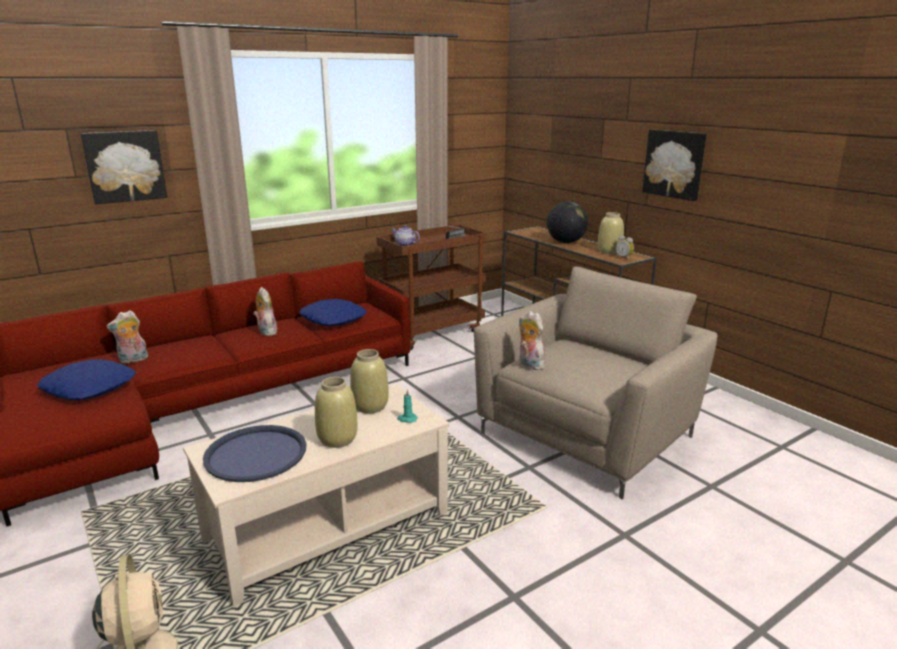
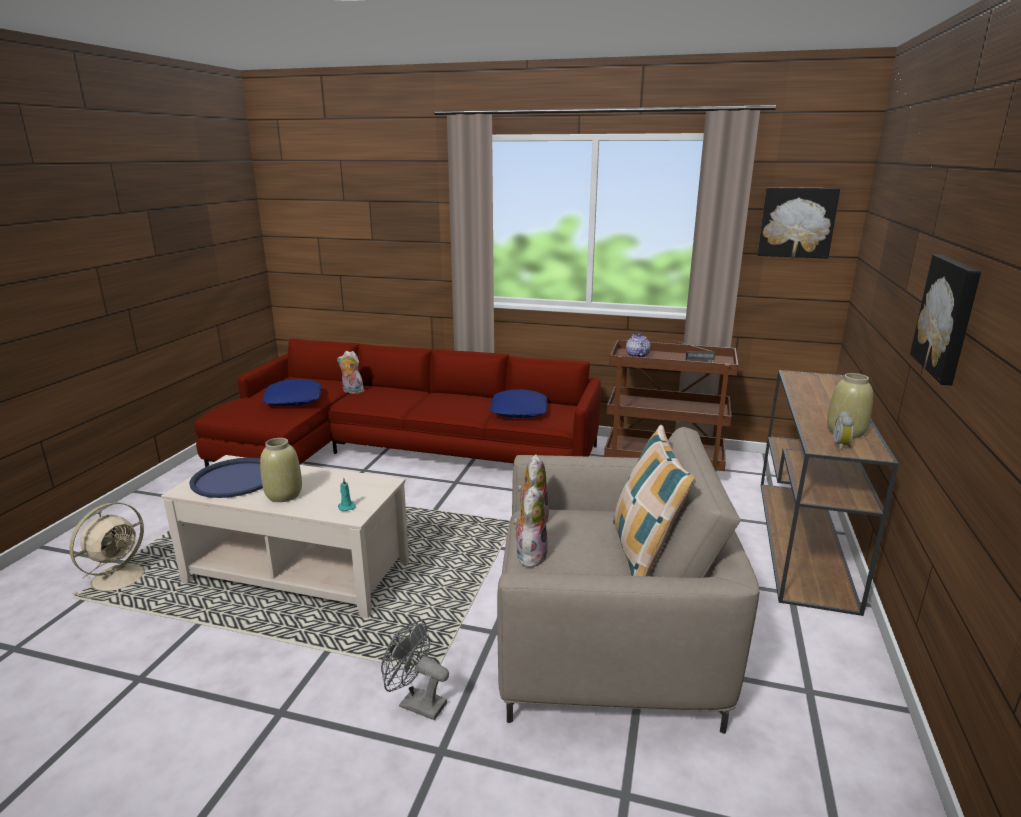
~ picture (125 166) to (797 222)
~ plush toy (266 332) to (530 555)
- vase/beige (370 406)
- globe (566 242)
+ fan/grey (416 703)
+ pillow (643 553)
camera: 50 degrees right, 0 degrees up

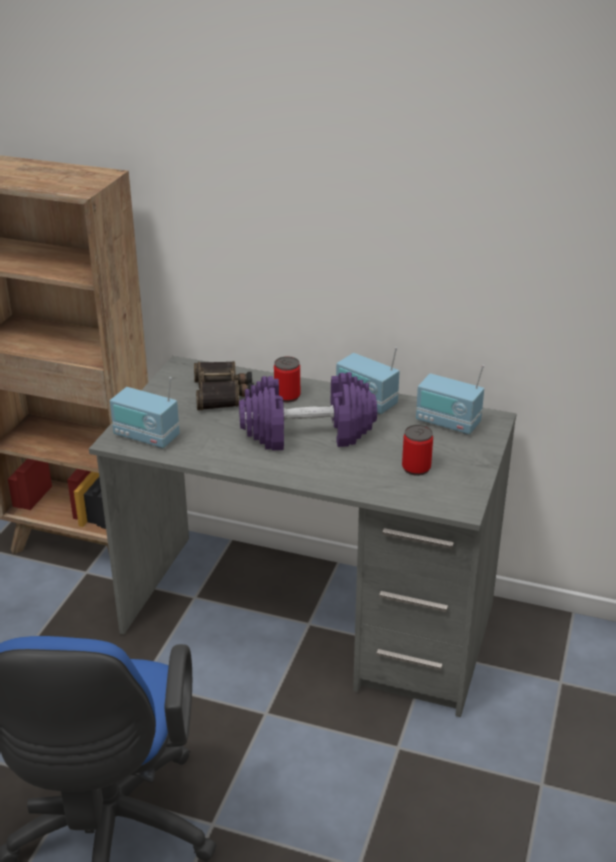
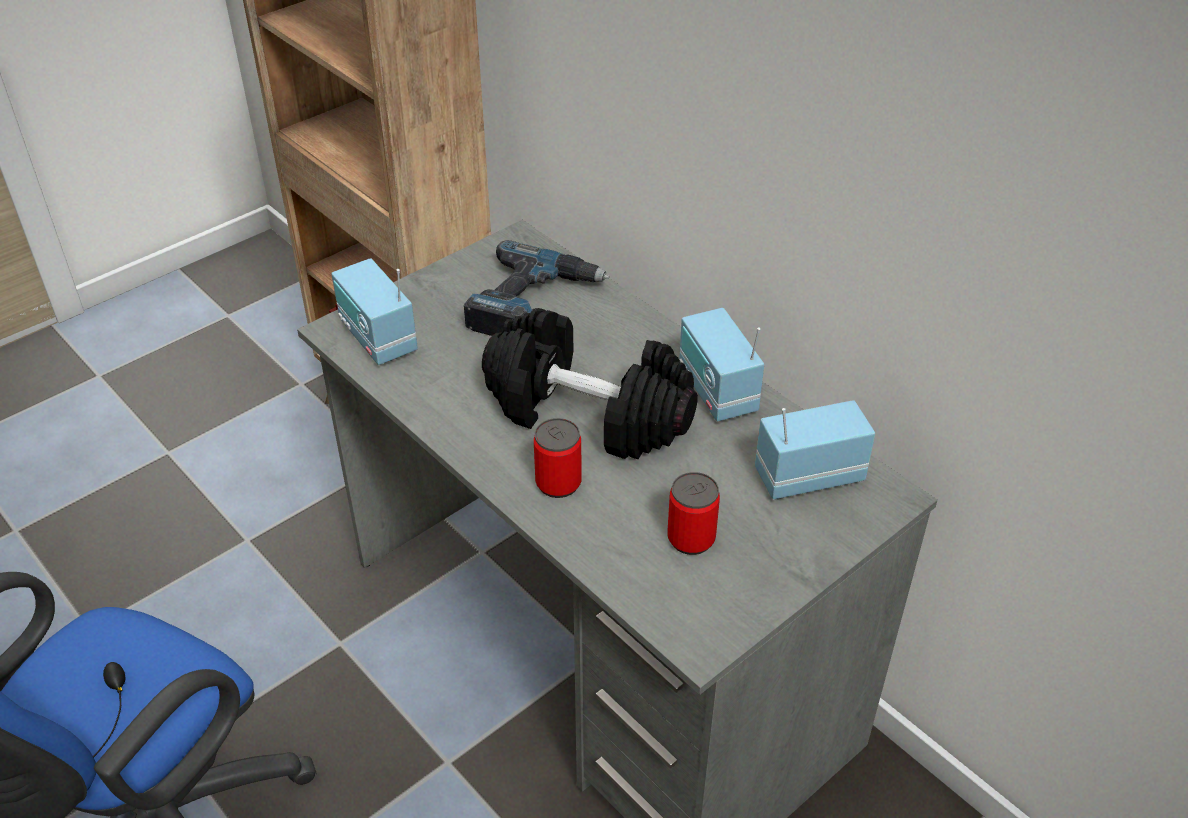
~ binoculars (222 393) to power drill (533 303)
~ dumbbell/purple (307 434) to dumbbell/black (587 414)
~ can (287 396) to (558 483)
~ radio (447 423) = (808 476) 105 degrees clockwise
camera: 30 degrees right, 10 degrees up

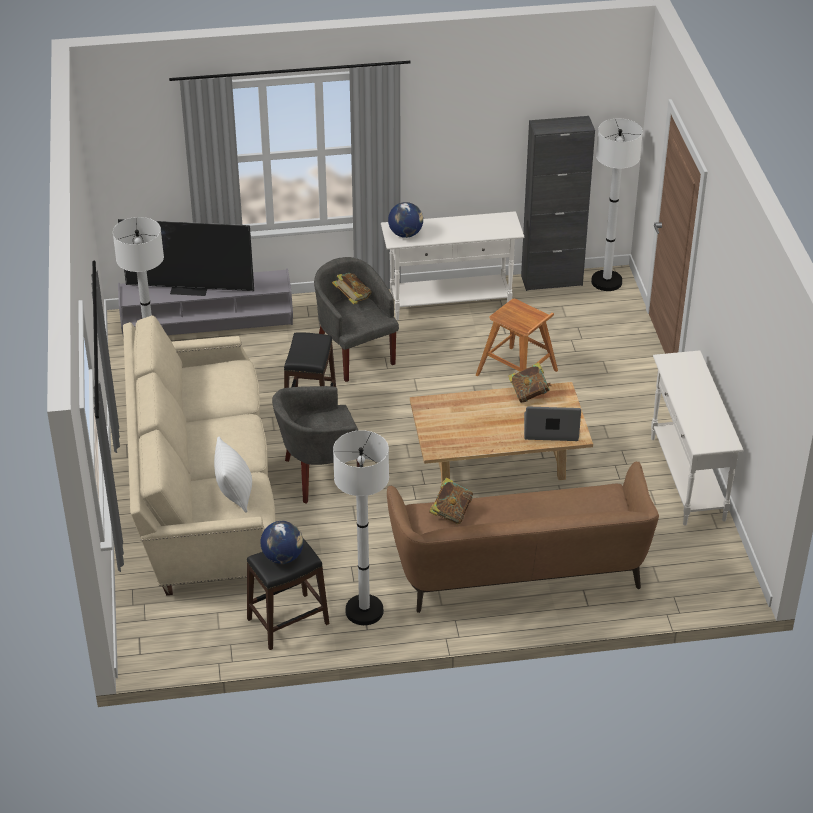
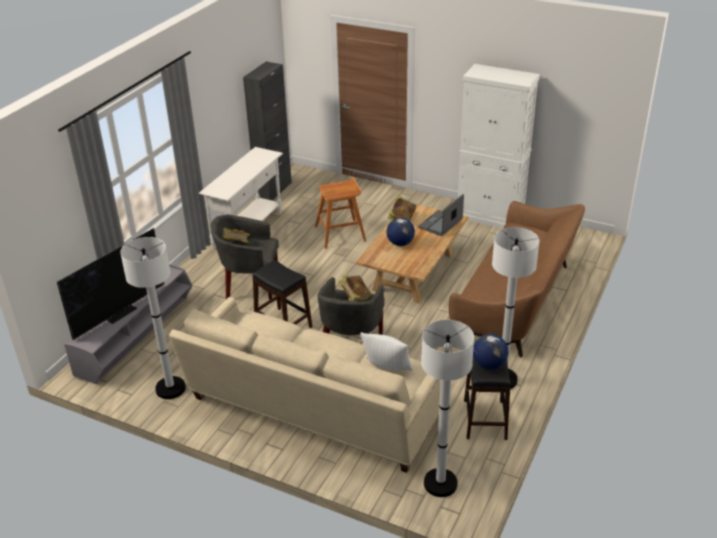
~ globe (405 234) to (400 243)
~ book (451 512) to (355 298)
~ floor lamp/white (606 282) to (440 483)
~ console table/white (687 479) to cabinet/white (490 217)
camera: 55 degrees left, 5 degrees down

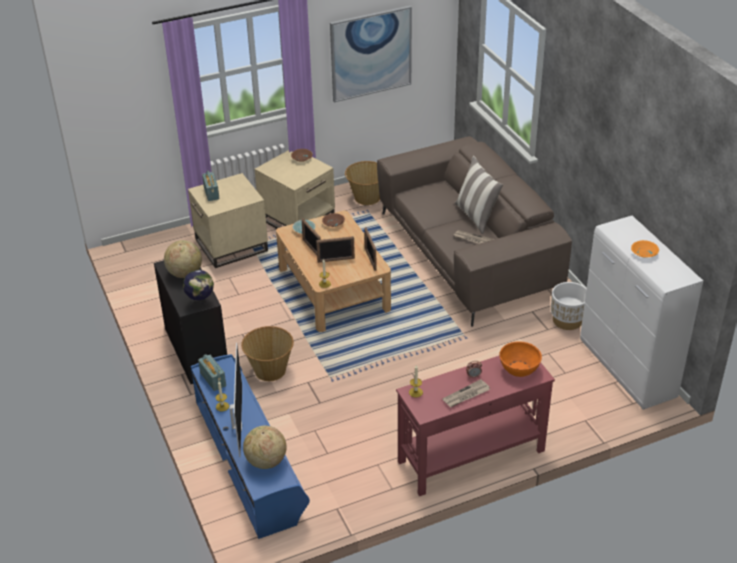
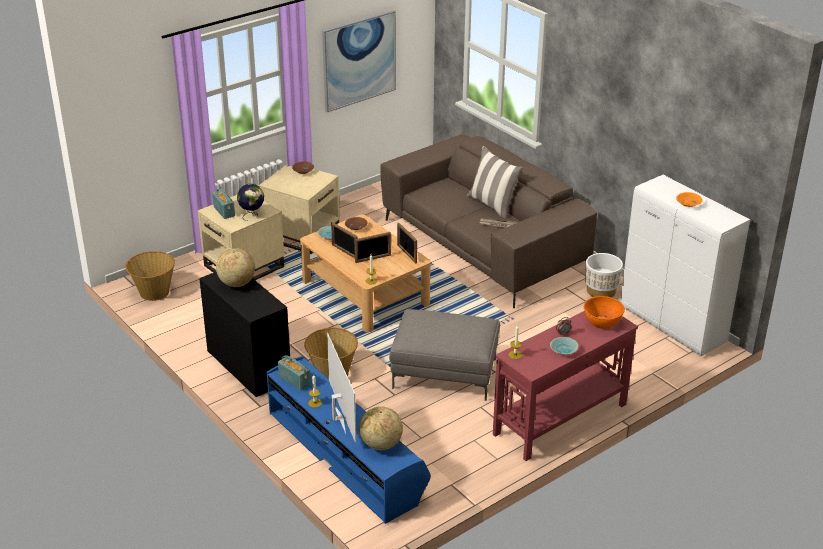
~ globe (201 303) to (252 215)
~ basket (366 197) to (153 292)
~ newspaper (466 395) to bowl/turquoise (563 351)
+ ottoman/grey (443 374)
camera: 15 degrees left, 5 degrees down

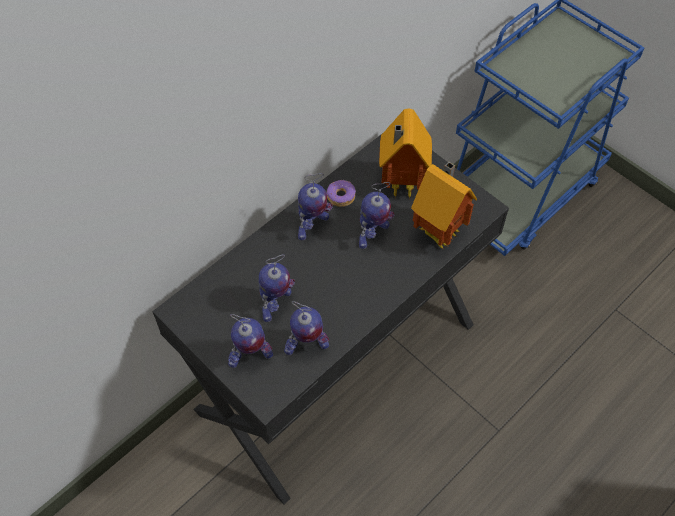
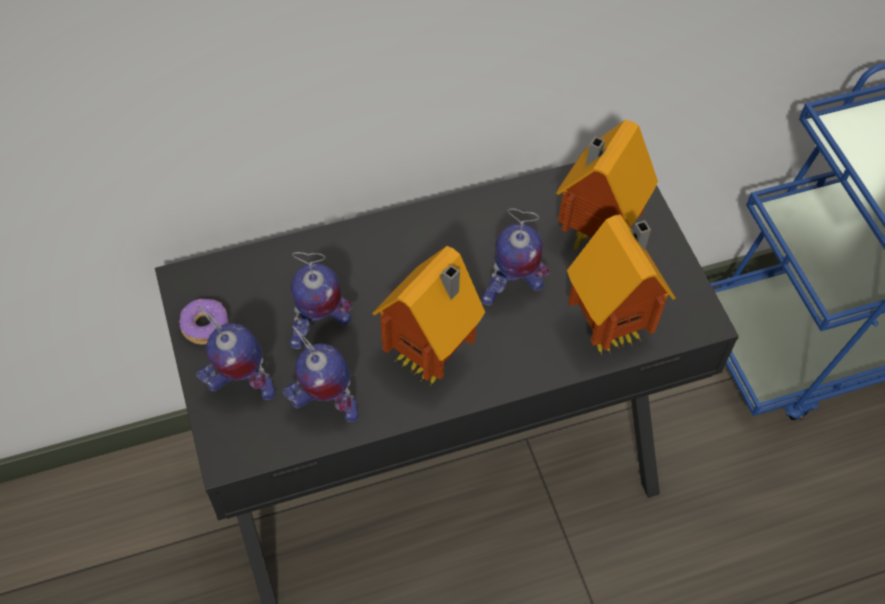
- toy robot (312 226)
~ donut (340 196) to (205 326)
+ toy house (432 359)
camera: 25 degrees right, 0 degrees up

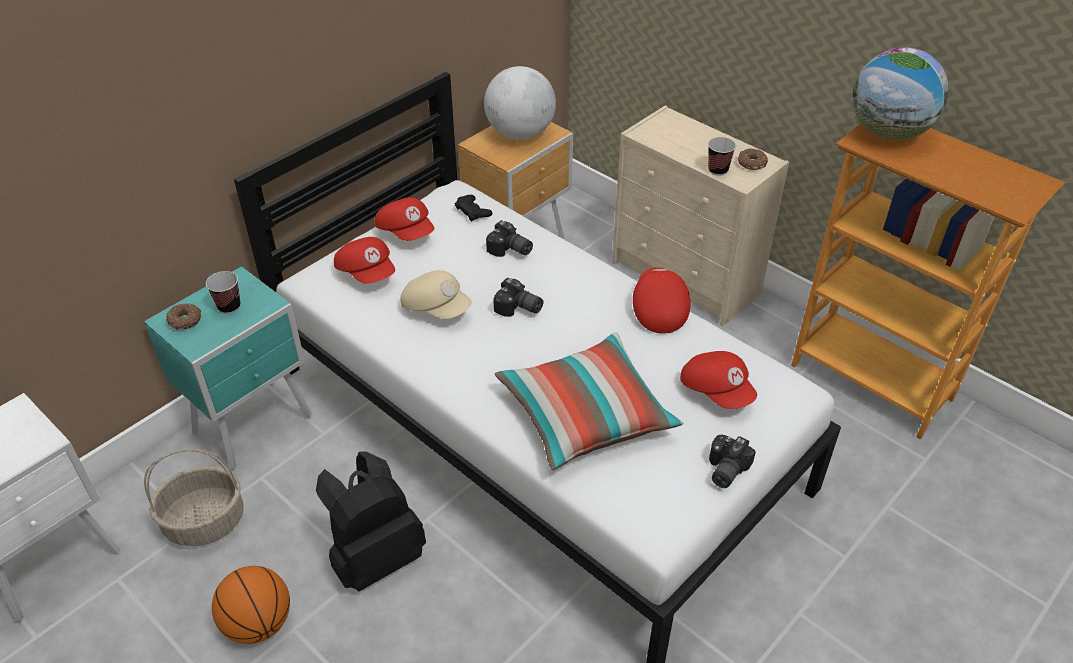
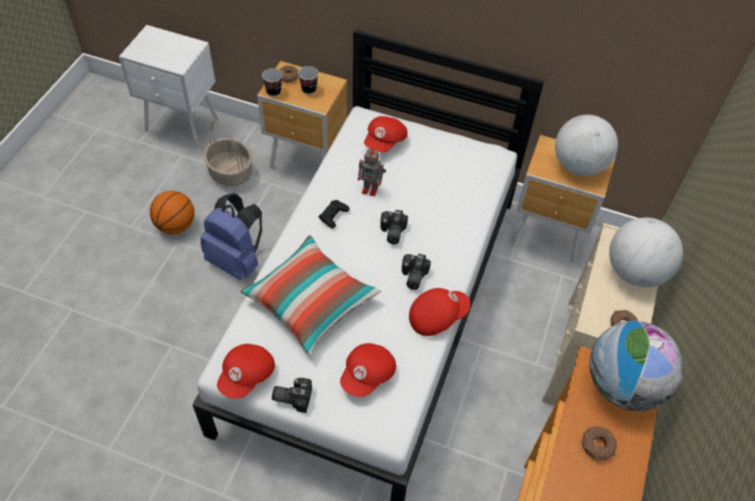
~ nightstand/turquoise (256 424) to nightstand/brown (307 163)
~ backpack/black (375 557) to backpack/blue (237 260)
~ cap/red (407 232) to (247 376)
~ cap/beige (436 308) to toy robot (371 189)
~ game controller/black (473 211) to (333 215)
~ photo camera (510 250) to (412 276)
~ cup (718 170) to (273 91)
+ donut (597 446)
+ globe (635 272)
camera: 65 degrees right, 10 degrees up

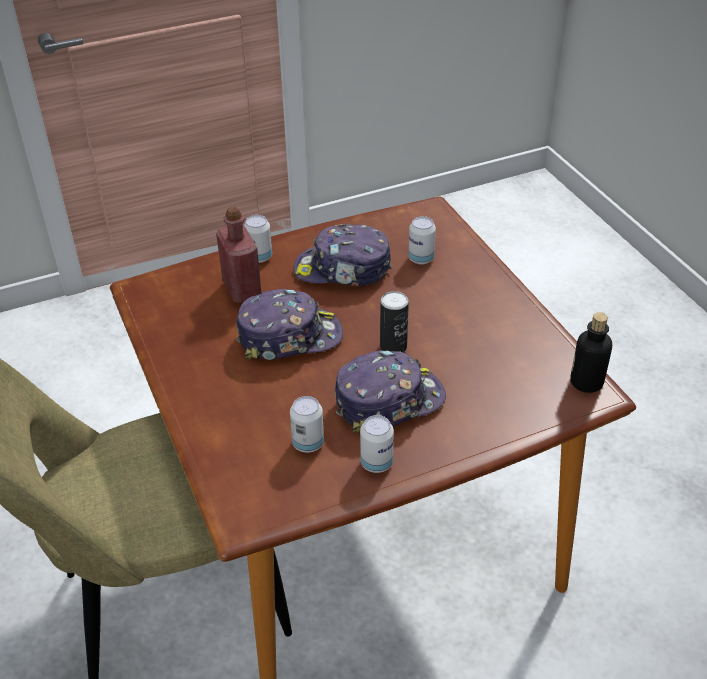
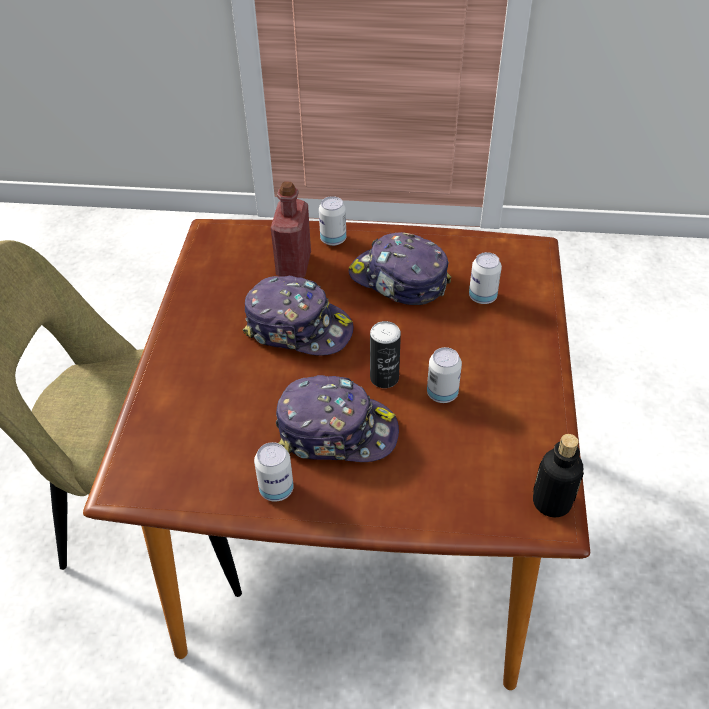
~ can (308 443) to (442 394)
camera: 30 degrees right, 5 degrees up

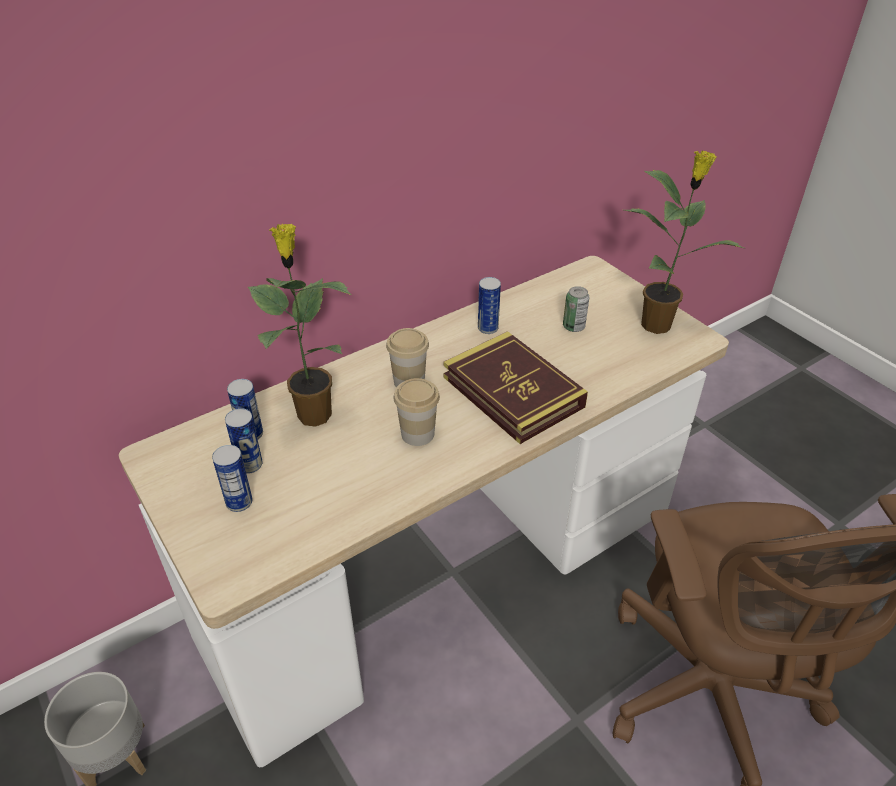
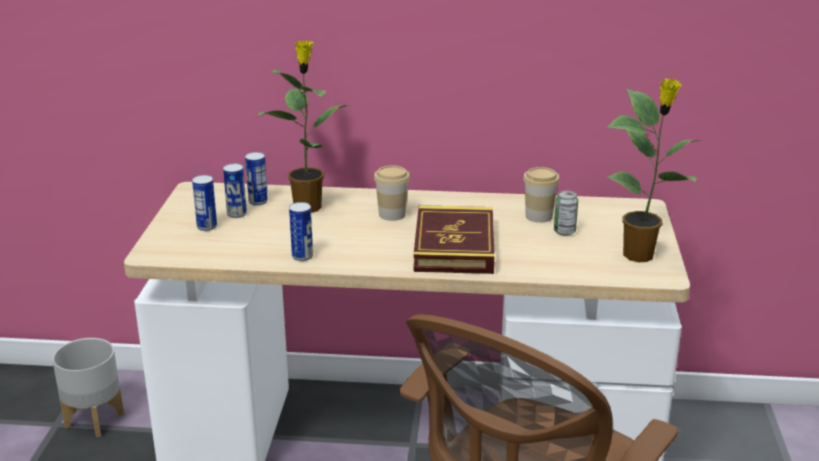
~ cup (417 434) to (539 216)
~ can (488 328) to (302 256)
camera: 40 degrees right, 15 degrees down

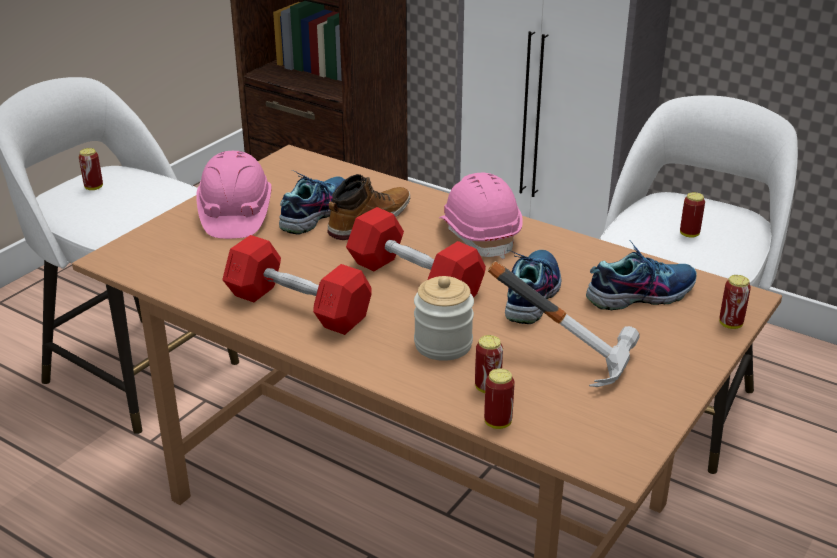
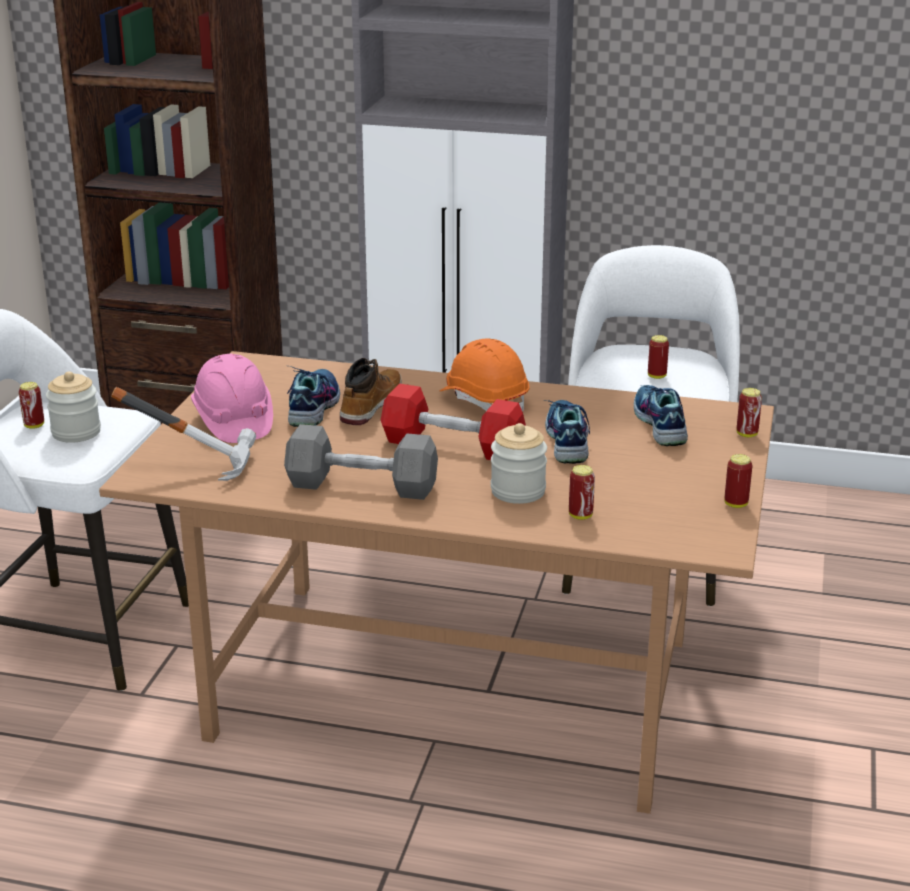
~ dumbbell/red (298 307) to dumbbell/grey (362 486)
~ hard hat/pink (479 235) to hard hat/orange (484 401)
~ can (498 423) to (736 504)
~ hammer (567 353) to (195 462)
~ shoe (640 294) = (659 424) 60 degrees counterclockwise
+ jar (76 432)
camera: 20 degrees left, 5 degrees down

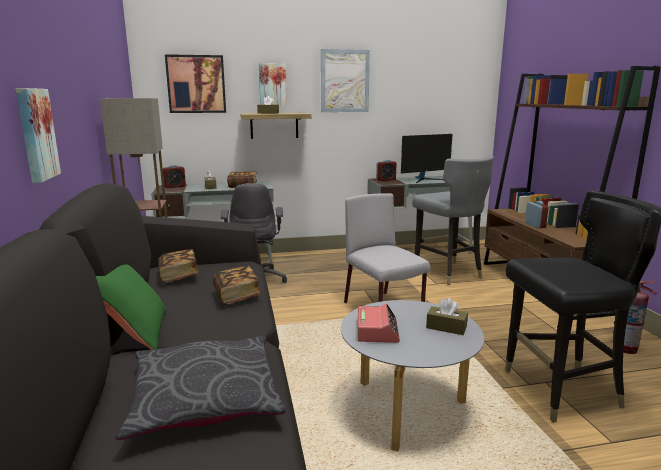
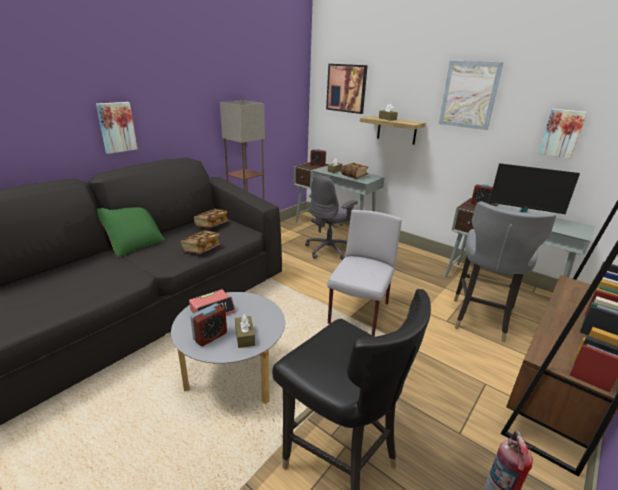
- pillow/grey (204 398)
~ picture (272 84) to (562 133)
~ alarm clock (535 225) to (210 336)
camera: 50 degrees right, 10 degrees up

